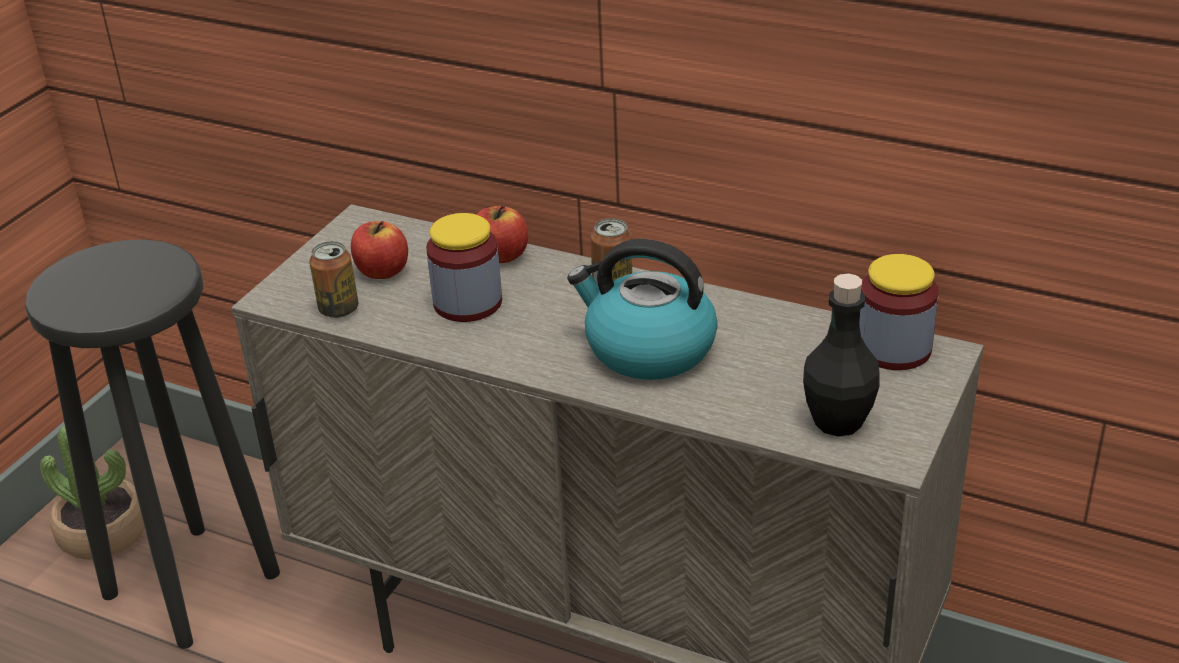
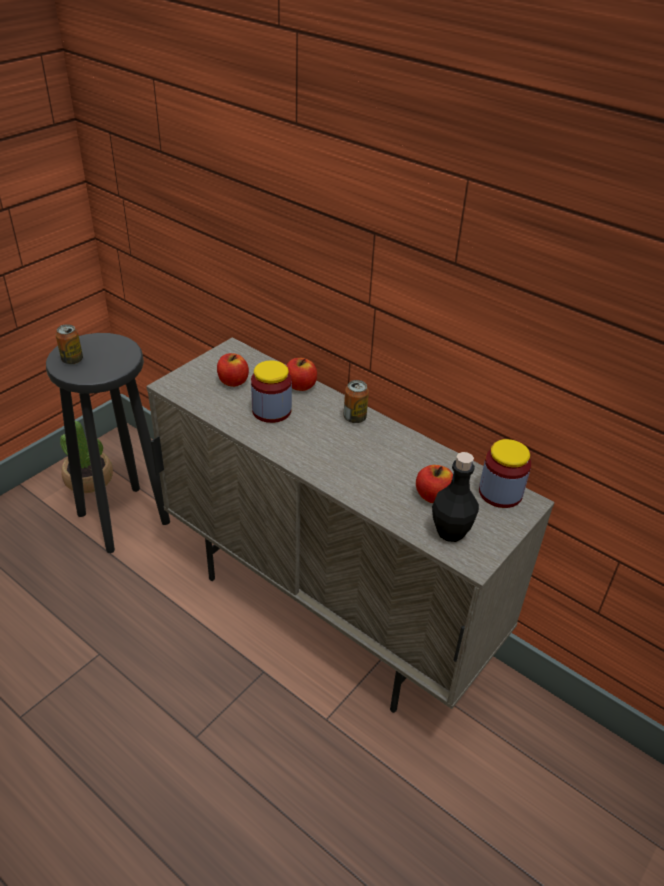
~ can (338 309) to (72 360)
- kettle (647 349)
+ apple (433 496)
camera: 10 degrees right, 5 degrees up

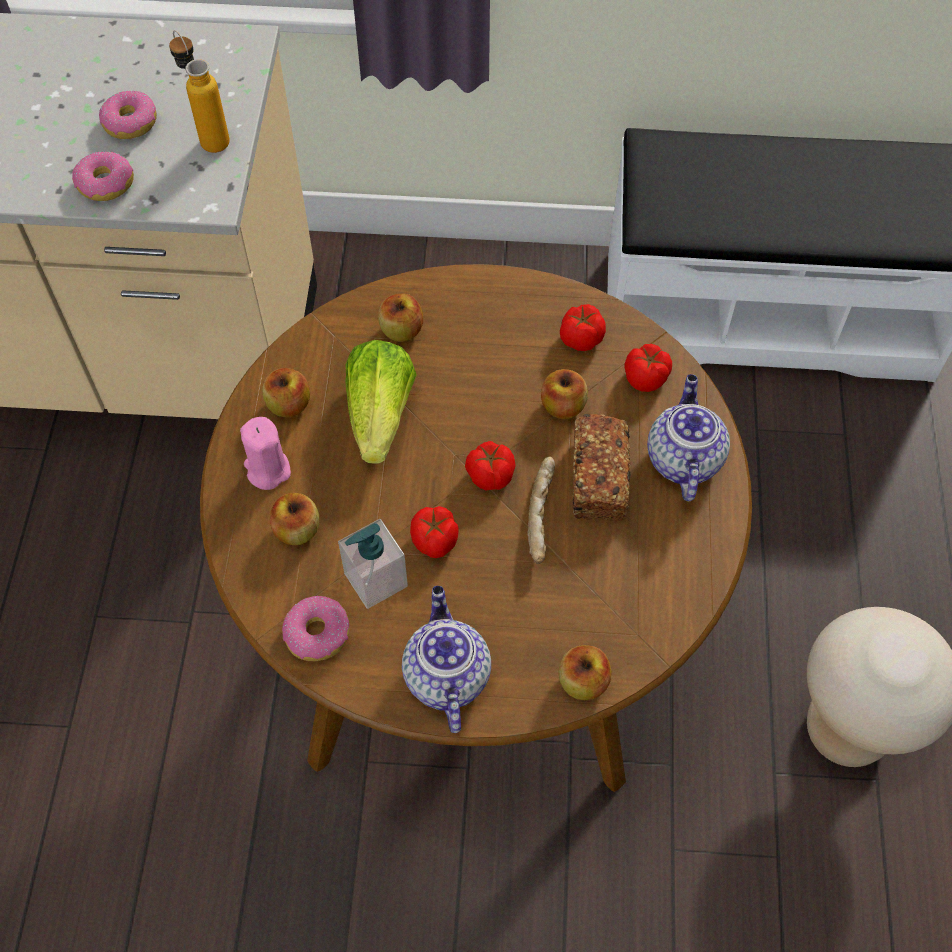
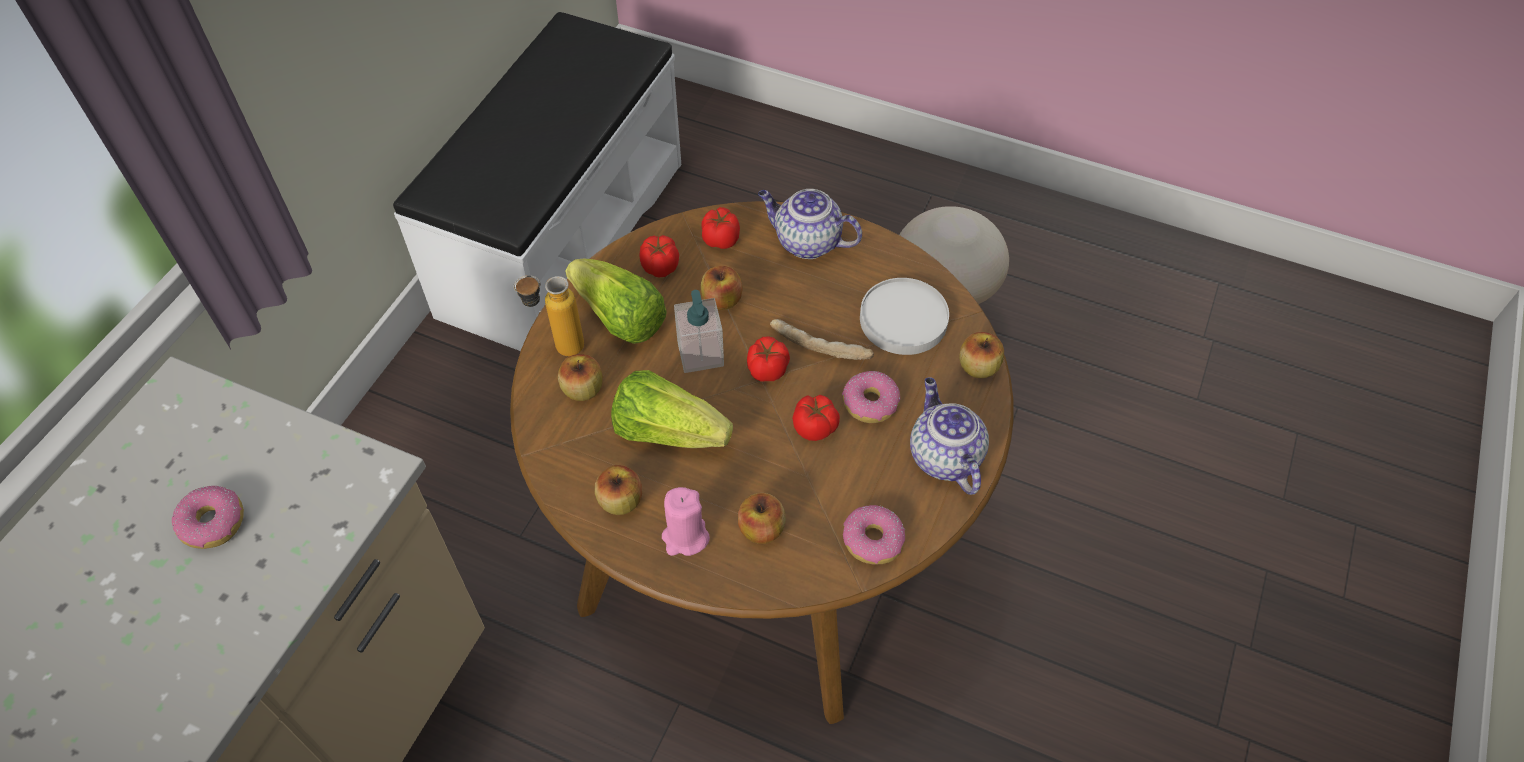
~ donut (105 184) to (870 403)
~ bottle (209 136) to (558 349)
~ soap dispenser (375 580) to (700 354)
~ teapot (445 675) = (943 456) 60 degrees clockwise
- bread (598 480)
+ lettuce (619 319)
+ plate/white (902 320)
camera: 70 degrees left, 5 degrees down

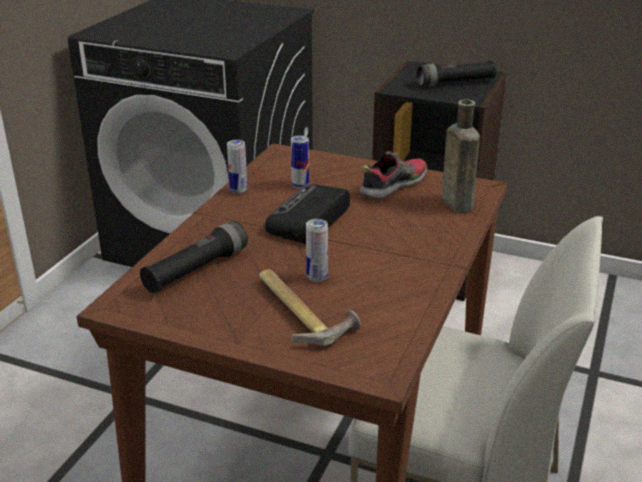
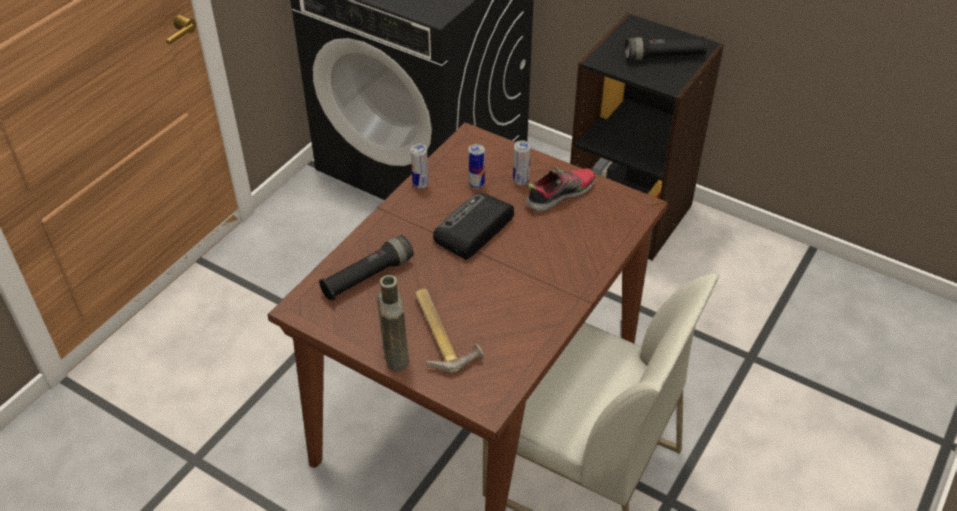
~ can (317 278) to (520 181)
~ bottle/brown (455 202) to (395 353)
camera: 10 degrees right, 15 degrees up

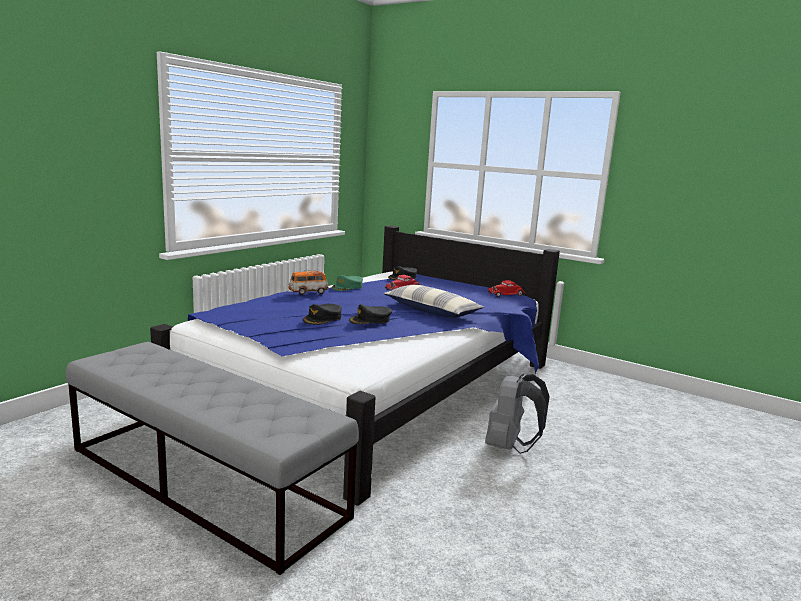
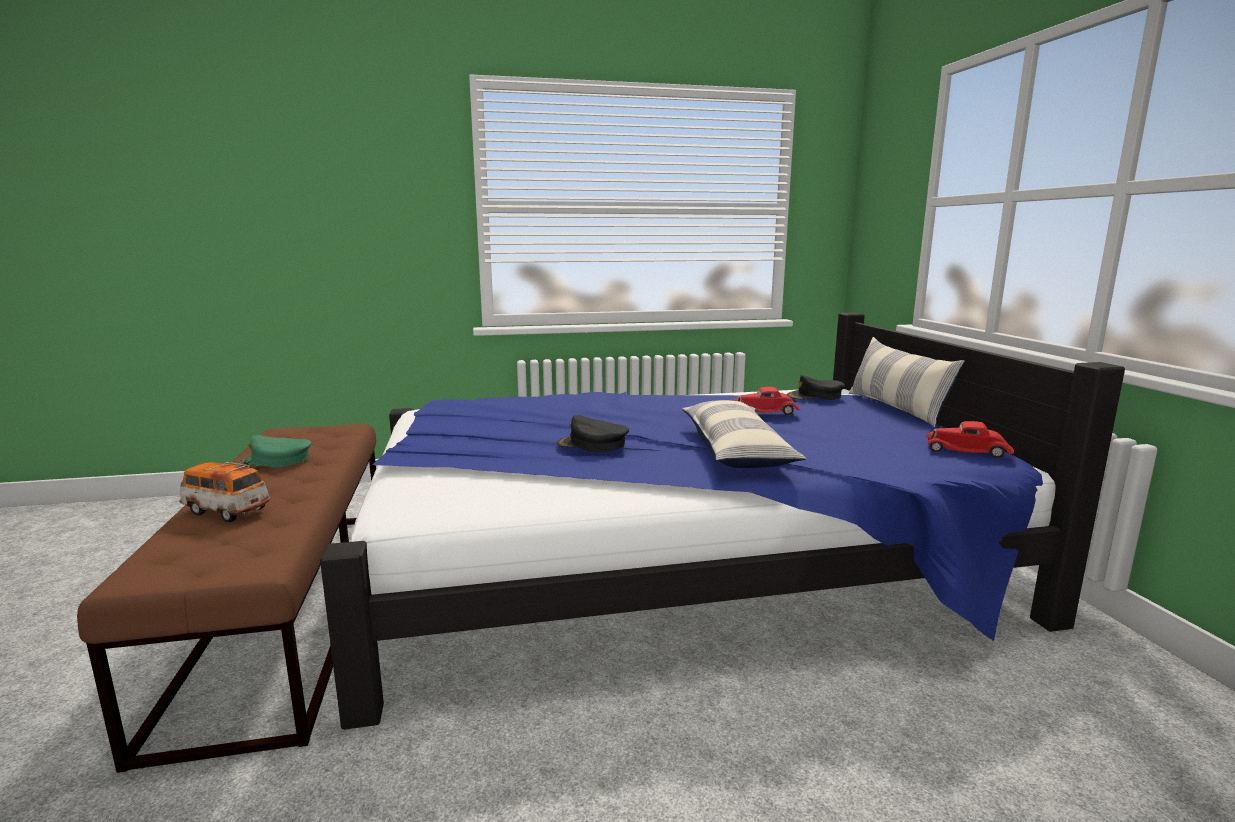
~ bench/grey (204 482) to bench/brown (289 609)
~ toy car (308 292) to (226 511)
- cap/black (323 319)
~ cap/green (347 287) to (275 461)
- backpack/grey (510 447)
+ pillow (896 408)
camera: 45 degrees right, 0 degrees up

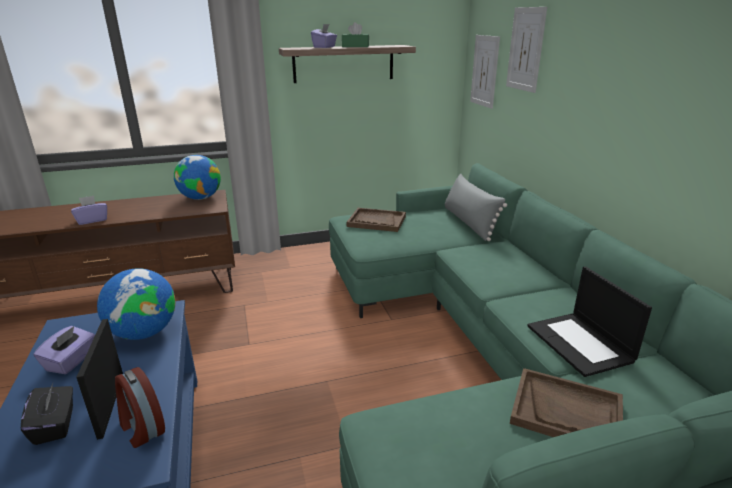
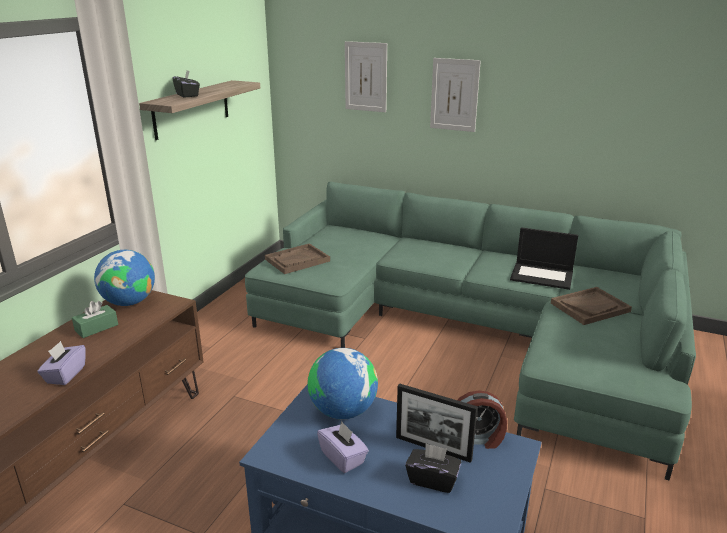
~ tissue box/purple (324 47) to tissue box/black (187 95)
~ tissue box/green (355 46) to (96 328)
- pillow/grey (469 223)
~ picture (484 71) to (454 95)
camera: 50 degrees left, 0 degrees up

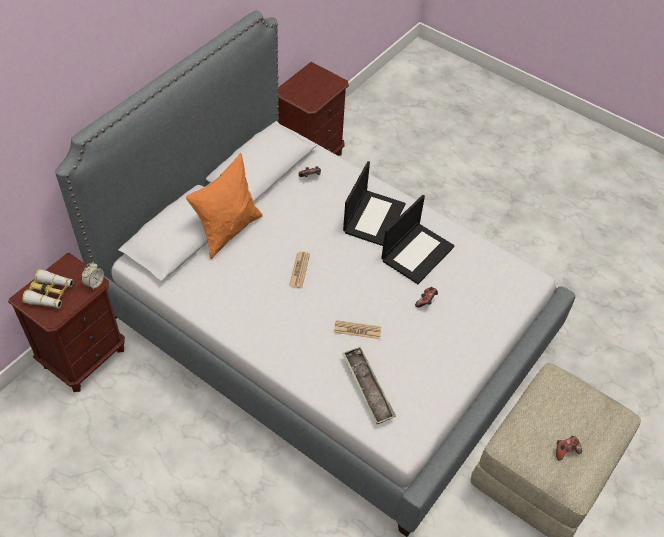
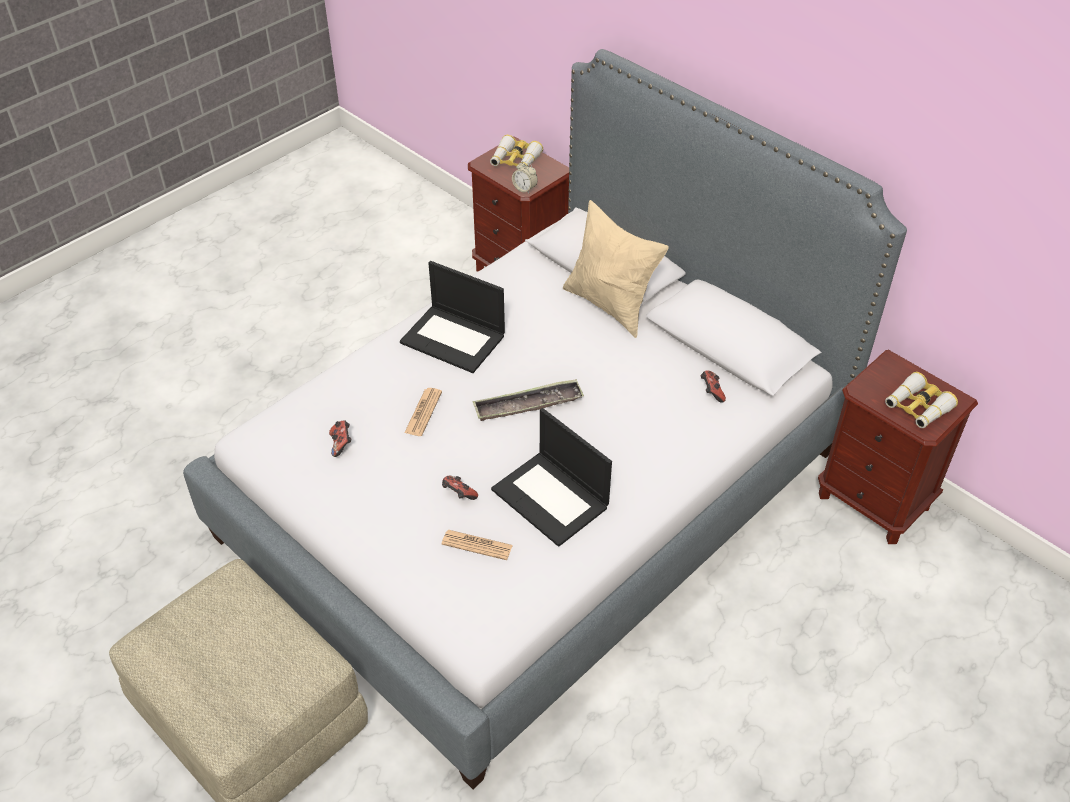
~ pillow/orange (228 231) to pillow/beige (610 305)
~ newspaper (299 270) to (477 545)
~ tray (367 388) to (528 405)
~ laptop (373 217) to (454 339)
~ game controller (565 451) to (341 444)
+ binoculars (917 407)
camera: 100 degrees right, 5 degrees down

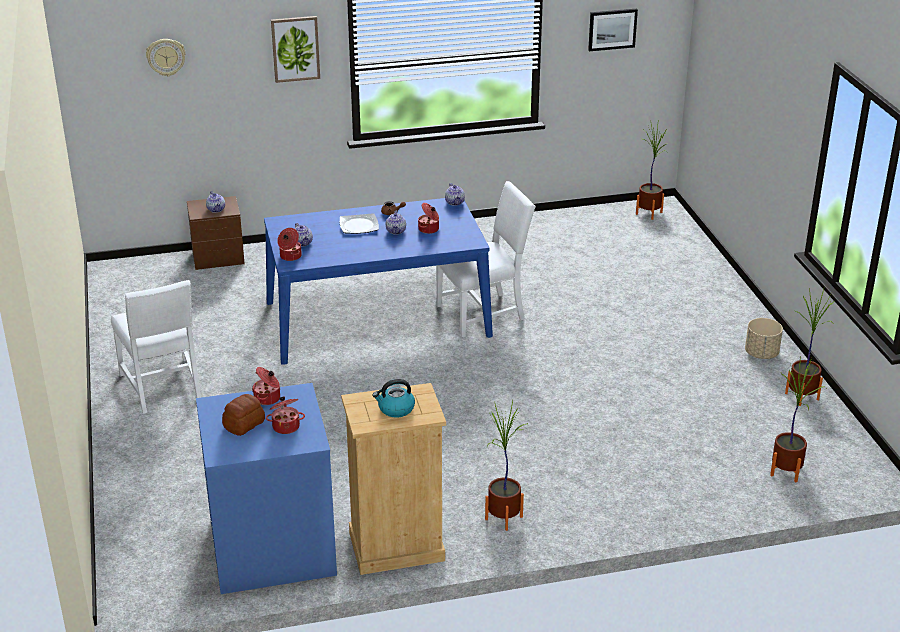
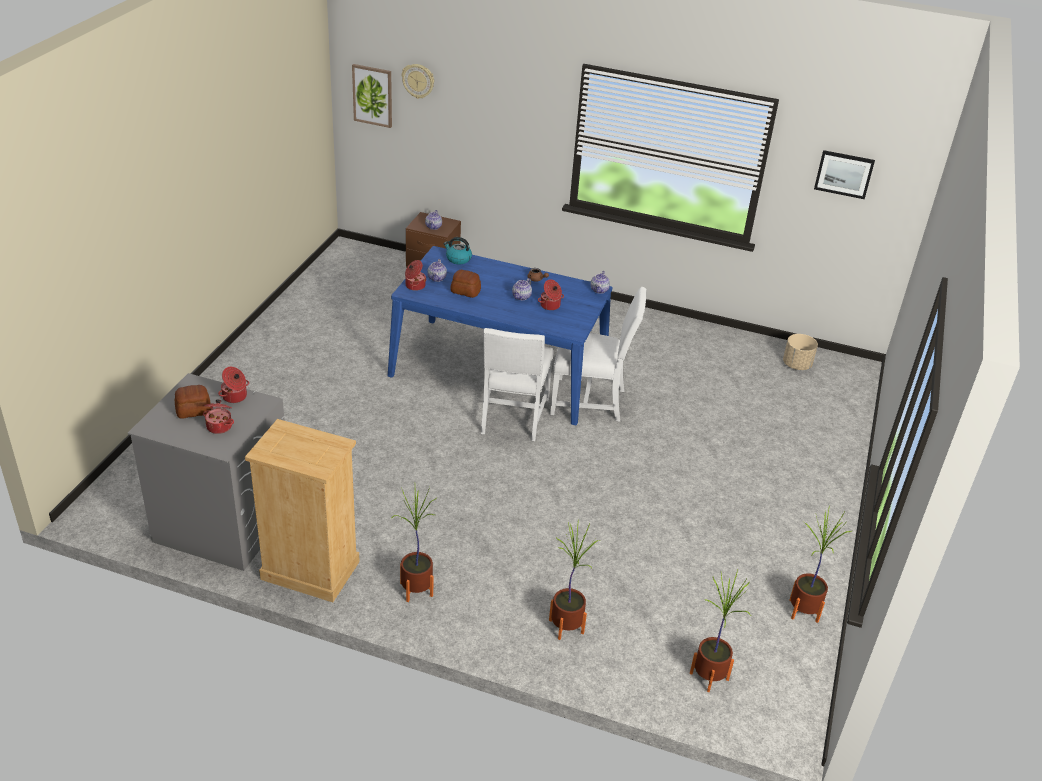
~ chair/white (163 387) to (512 417)
~ washing machine/blue (271 548) to washing machine/grey (222 524)
~ picture (295 48) to (372 95)
- plate (359 225)
~ kettle (395 409) to (458 259)
~ potted plant (649 213) to (566 626)
~ planter/beige (761 354) to (796 365)
+ bread (465 291)
camera: 30 degrees right, 5 degrees up

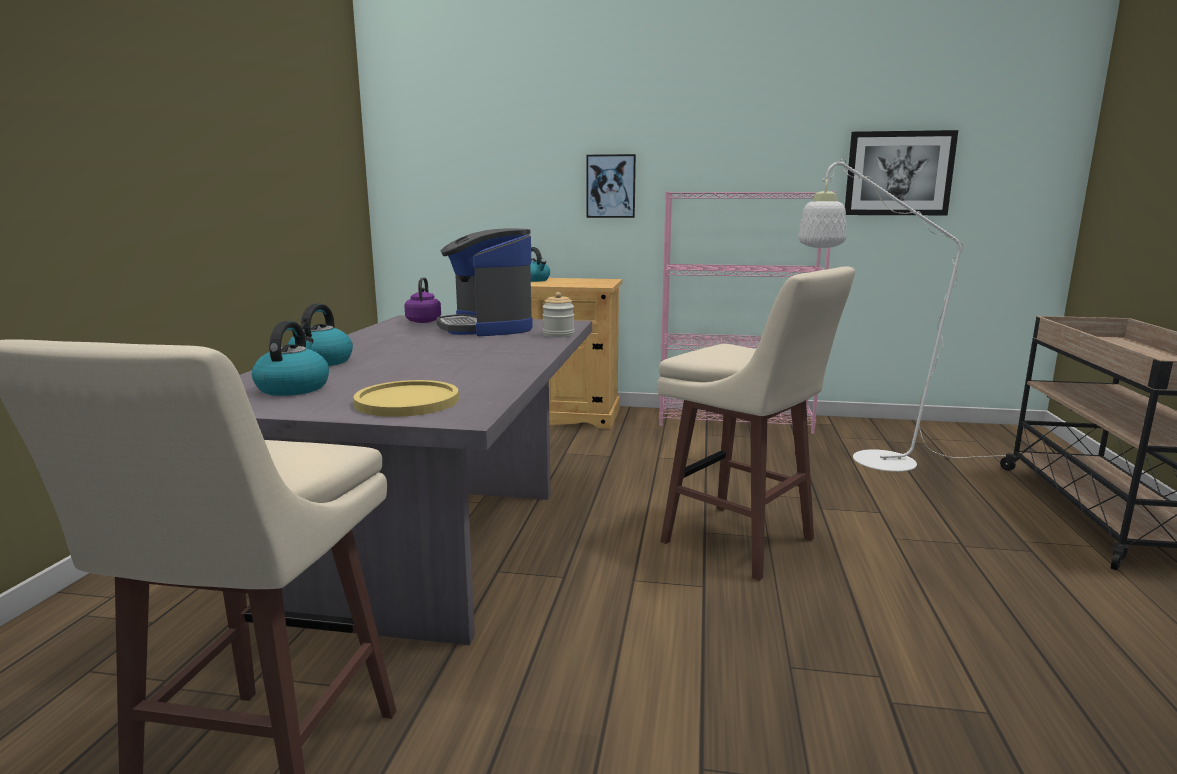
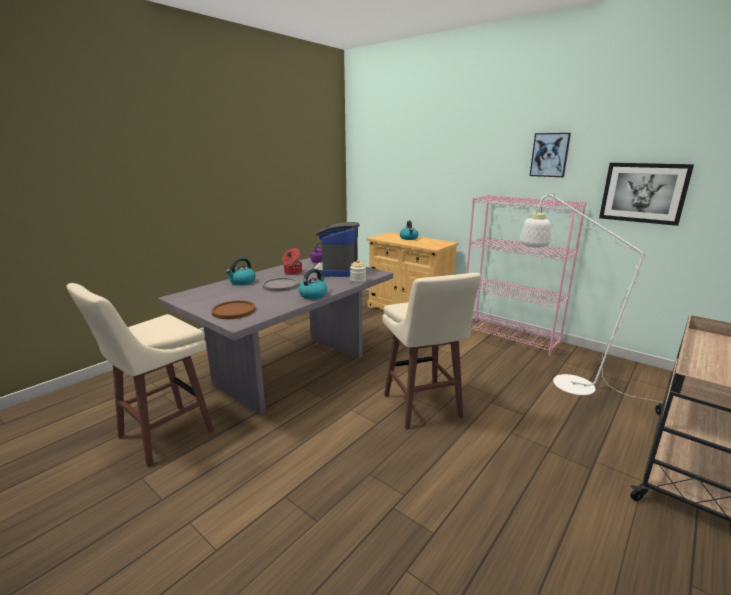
~ kettle (293 388) to (313 295)
~ plate/yellow (407 401) to plate/brown (234 311)
~ picture (611 186) to (549 155)
+ plate/grey (280 285)
+ cooking pot (292 272)
camera: 30 degrees right, 5 degrees up

